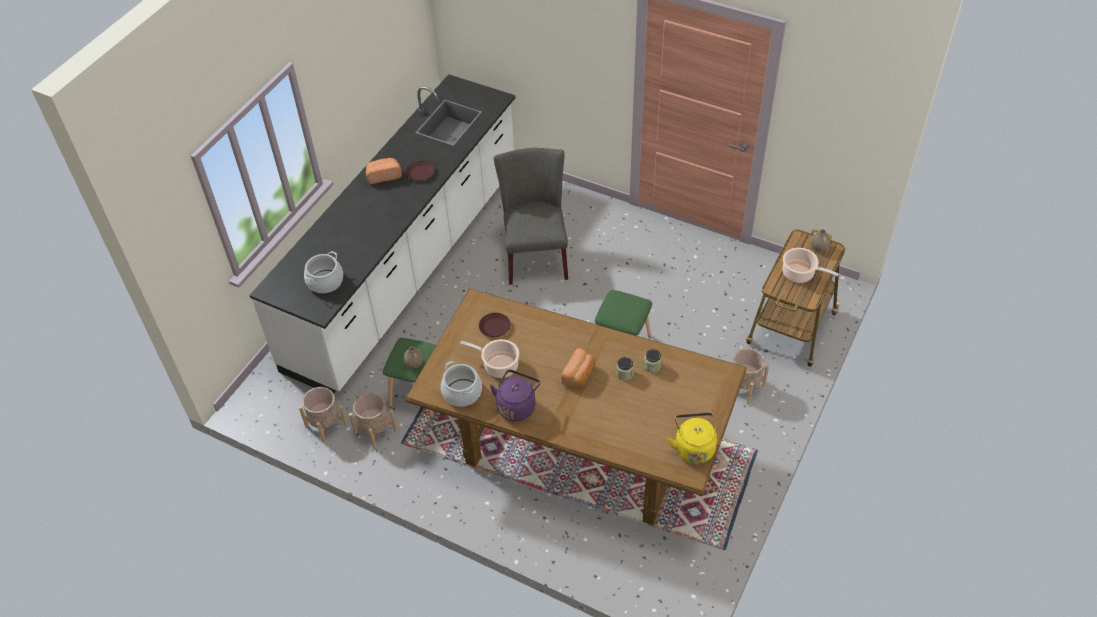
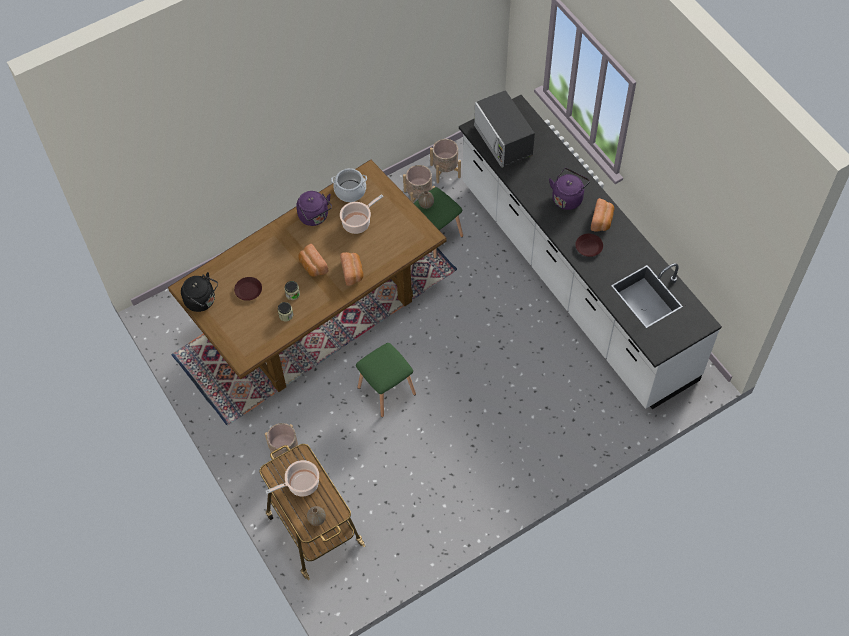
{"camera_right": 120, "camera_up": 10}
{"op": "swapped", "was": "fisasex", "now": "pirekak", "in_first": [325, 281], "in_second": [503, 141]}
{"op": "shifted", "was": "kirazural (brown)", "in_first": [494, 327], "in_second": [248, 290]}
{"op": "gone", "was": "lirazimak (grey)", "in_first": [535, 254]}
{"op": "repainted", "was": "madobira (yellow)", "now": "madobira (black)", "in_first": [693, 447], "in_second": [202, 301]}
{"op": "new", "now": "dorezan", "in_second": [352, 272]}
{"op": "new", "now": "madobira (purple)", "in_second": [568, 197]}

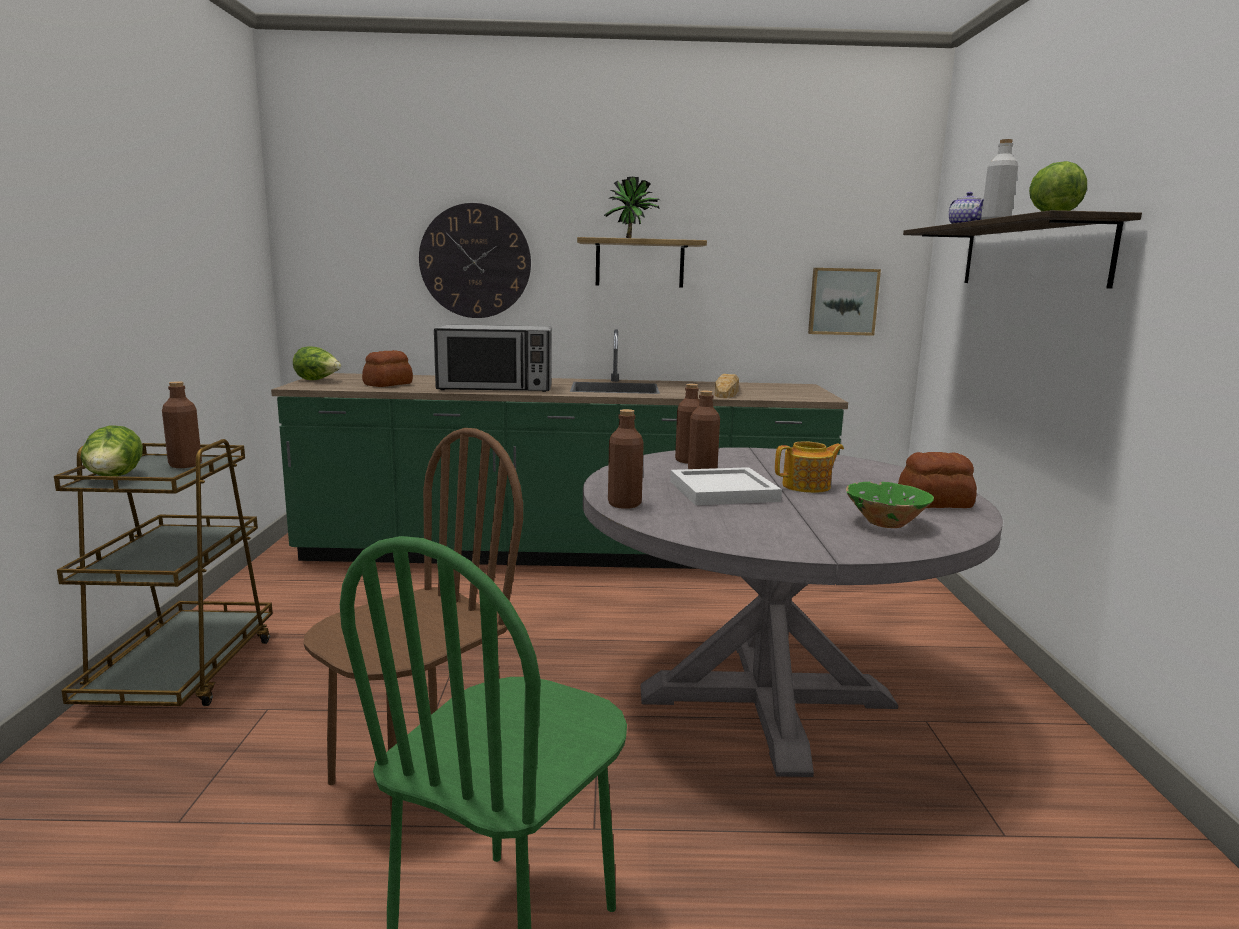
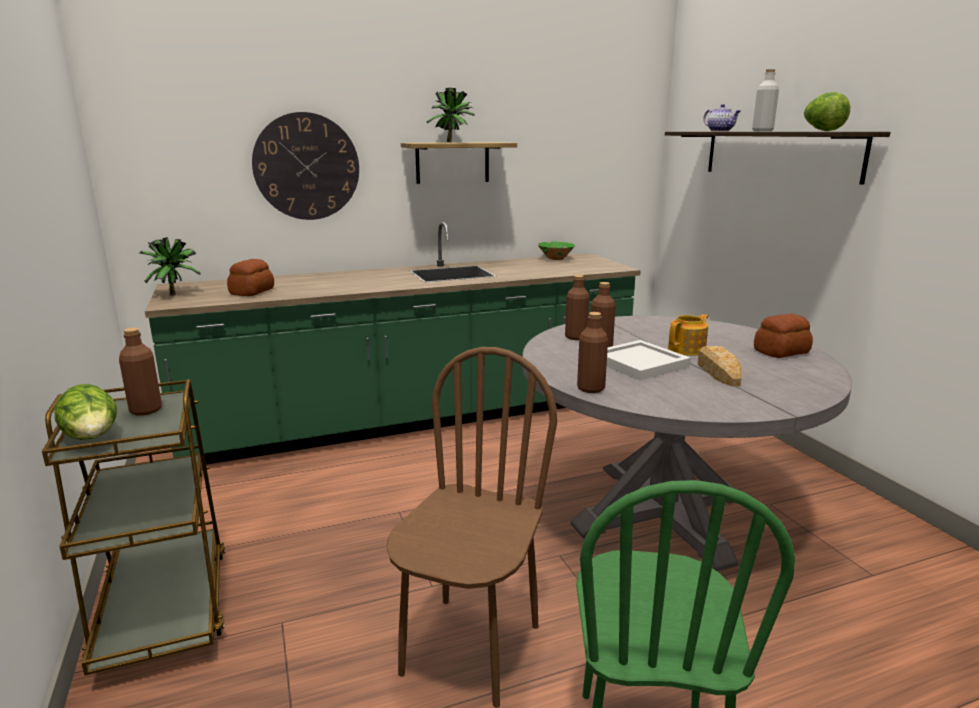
{"camera_right": -20, "camera_up": 5}
{"op": "swapped", "was": "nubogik", "now": "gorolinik", "in_first": [318, 380], "in_second": [174, 294]}
{"op": "gone", "was": "pirekak", "in_first": [495, 388]}
{"op": "shifted", "was": "dorezan", "in_first": [726, 393], "in_second": [718, 372]}
{"op": "gone", "was": "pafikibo", "in_first": [842, 301]}
{"op": "shifted", "was": "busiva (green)", "in_first": [886, 523], "in_second": [555, 259]}

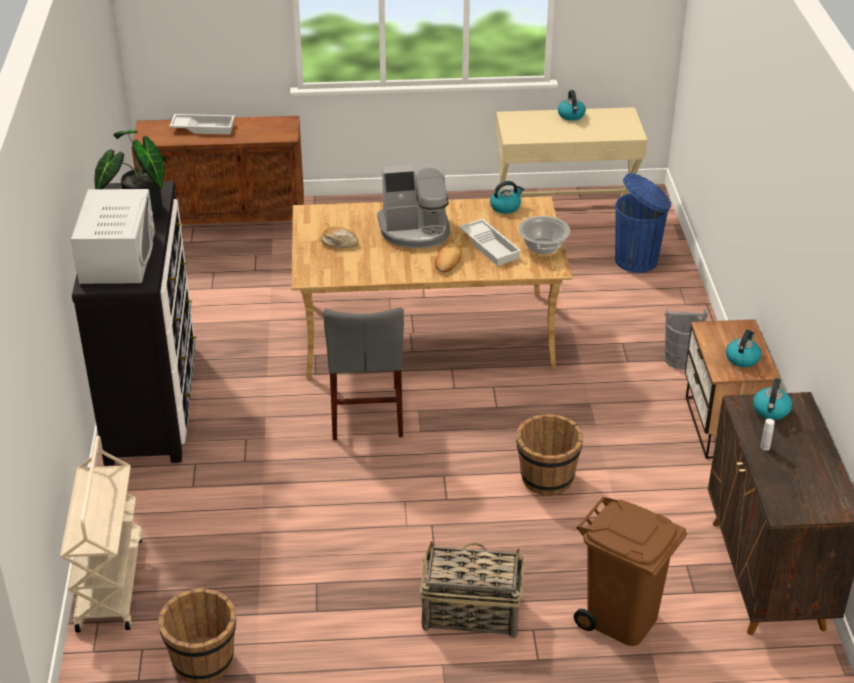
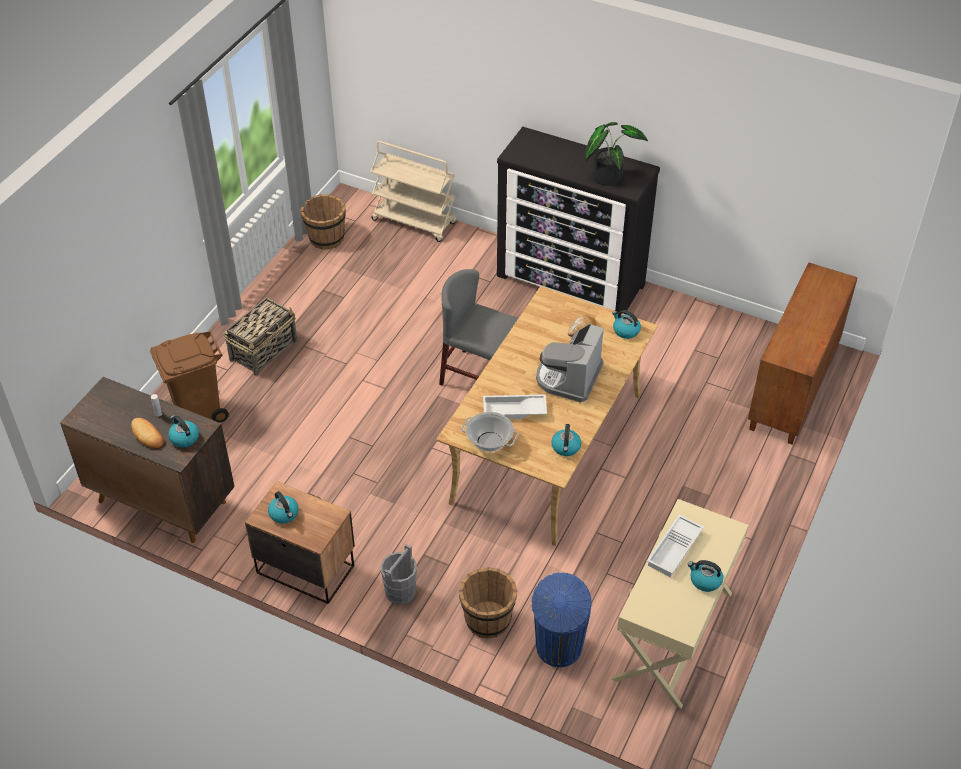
{"camera_right": 120, "camera_up": 10}
{"op": "gone", "was": "pirekak (white)", "in_first": [117, 257]}
{"op": "shifted", "was": "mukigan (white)", "in_first": [203, 127], "in_second": [675, 550]}
{"op": "shifted", "was": "dorezan", "in_first": [448, 260], "in_second": [147, 435]}
{"op": "shifted", "was": "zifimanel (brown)", "in_first": [546, 479], "in_second": [487, 619]}
{"op": "new", "now": "madobira", "in_second": [625, 330]}

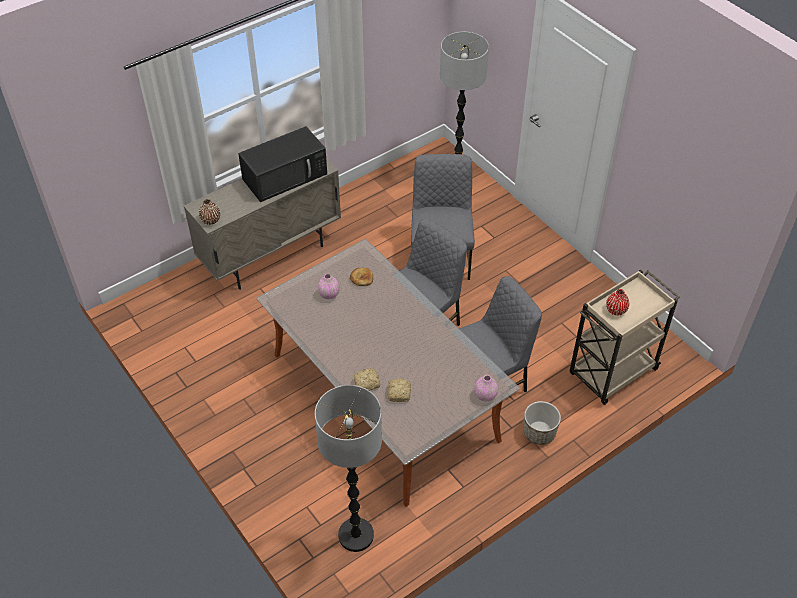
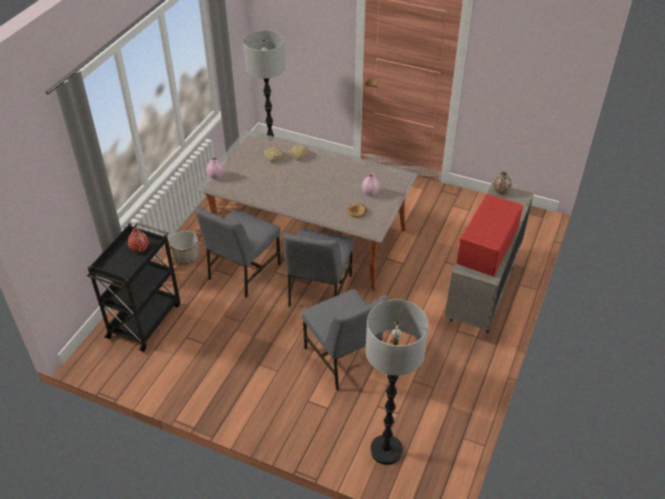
{"camera_right": 150, "camera_up": -5}
{"op": "repainted", "was": "pirekak (black)", "now": "pirekak (red)", "in_first": [285, 176], "in_second": [487, 247]}
{"op": "repainted", "was": "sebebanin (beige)", "now": "sebebanin (black)", "in_first": [612, 373], "in_second": [145, 319]}

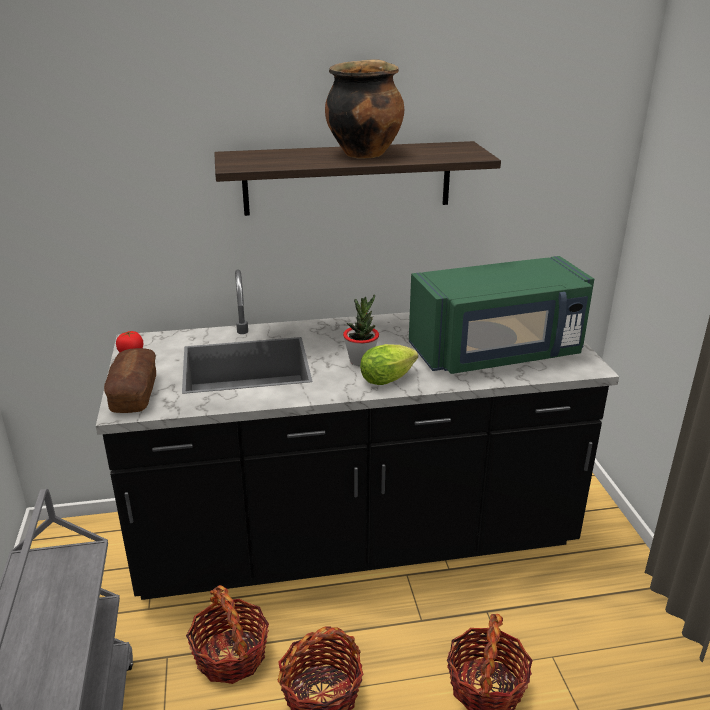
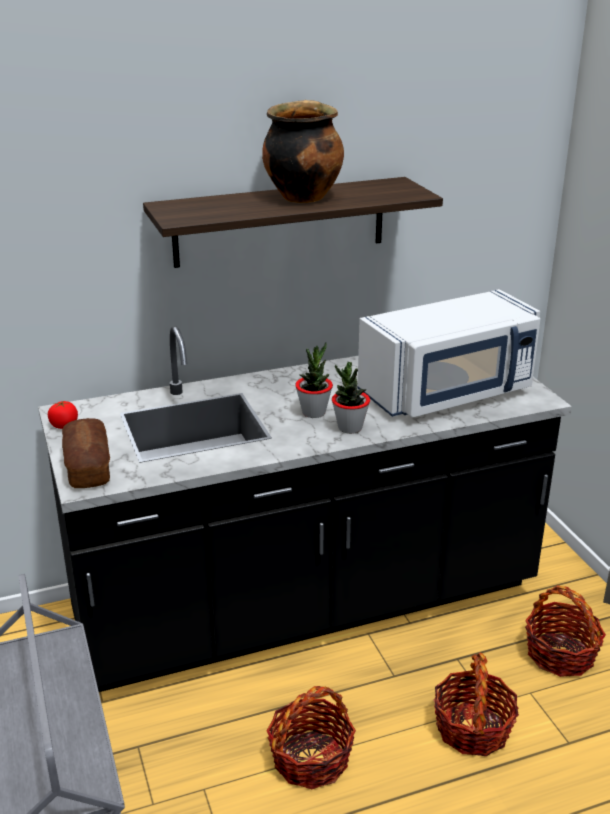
{"camera_right": -10, "camera_up": 0}
{"op": "shifted", "was": "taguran", "in_first": [231, 655], "in_second": [560, 654]}
{"op": "swapped", "was": "nubogik", "now": "gorolinik", "in_first": [390, 378], "in_second": [350, 428]}
{"op": "repainted", "was": "pirekak (green)", "now": "pirekak (white)", "in_first": [498, 353], "in_second": [449, 393]}

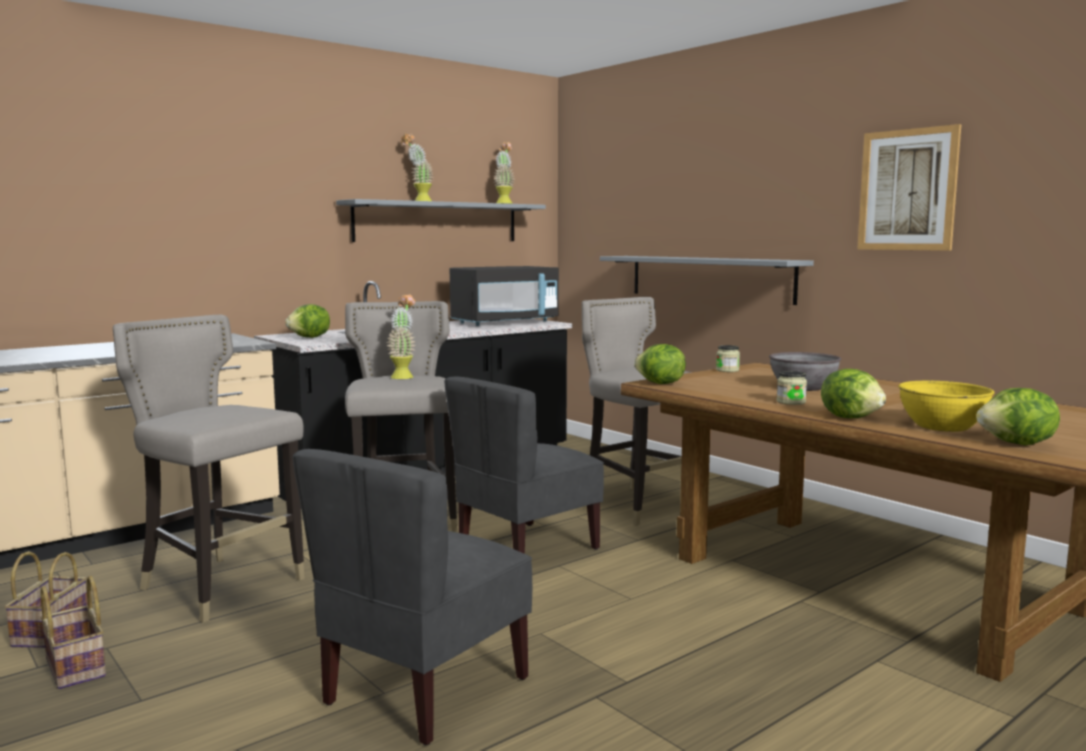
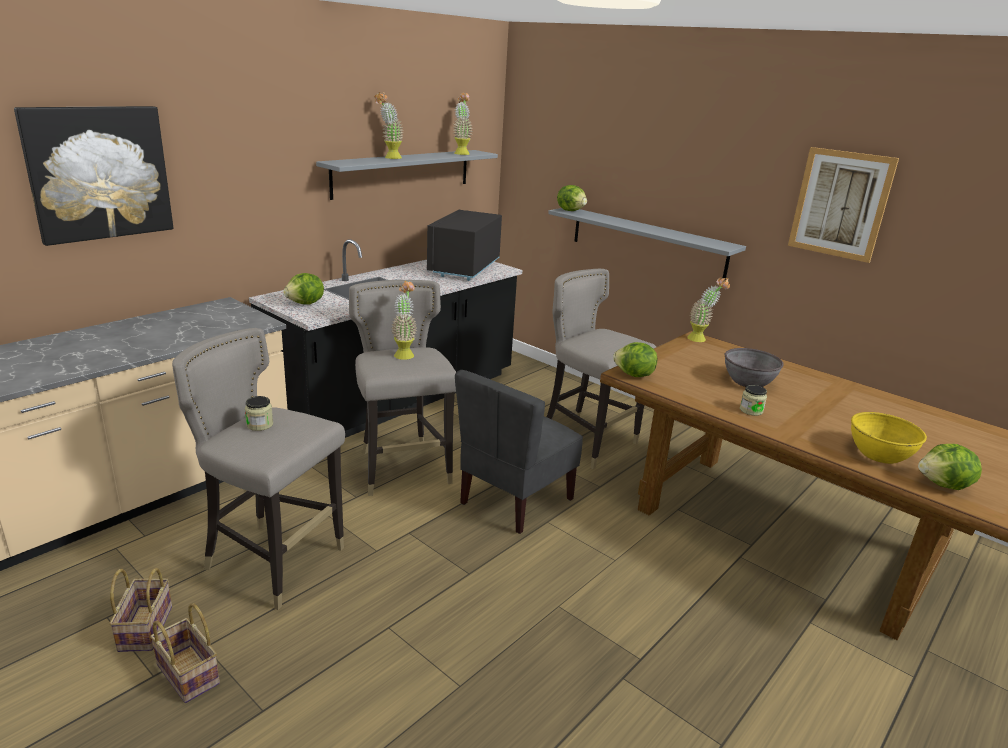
{"camera_right": -10, "camera_up": 15}
{"op": "gone", "was": "lirazimak (grey)", "in_first": [424, 690]}
{"op": "rotated", "was": "pirekak (black)", "in_first": [505, 322], "in_second": [464, 268], "clockwise": 150}
{"op": "shifted", "was": "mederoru", "in_first": [727, 370], "in_second": [260, 425]}
{"op": "shifted", "was": "nubogik", "in_first": [851, 418], "in_second": [571, 211]}
{"op": "new", "now": "pafikibo", "in_second": [99, 173]}
{"op": "new", "now": "gorolinik", "in_second": [701, 339]}

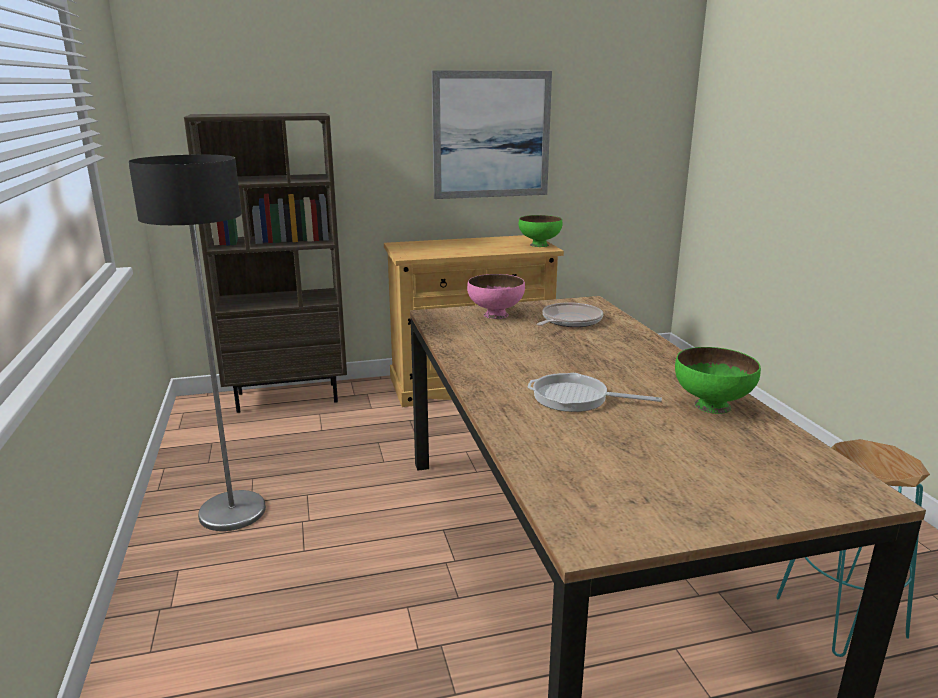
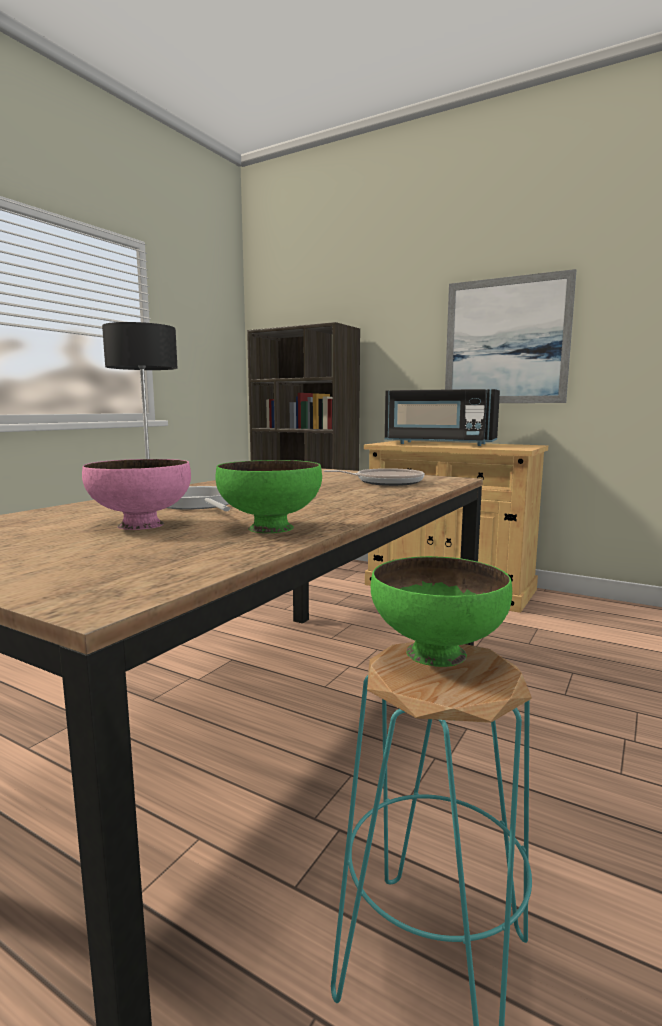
{"camera_right": 45, "camera_up": -10}
{"op": "shifted", "was": "busiva (pink)", "in_first": [495, 314], "in_second": [142, 525]}
{"op": "shifted", "was": "busiva (green)", "in_first": [540, 245], "in_second": [438, 653]}
{"op": "new", "now": "pirekak (black)", "in_second": [439, 444]}

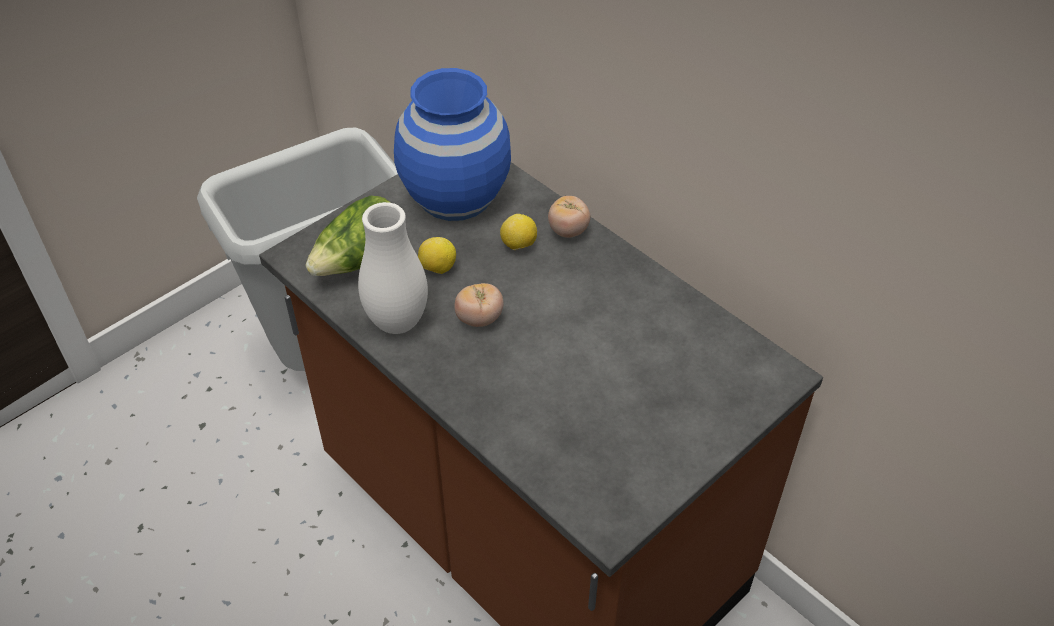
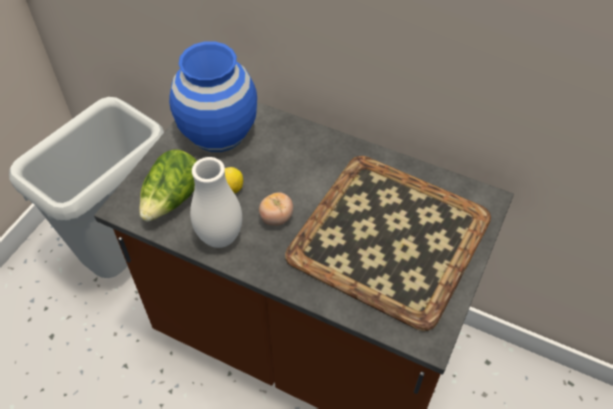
{"camera_right": -20, "camera_up": 5}
{"op": "gone", "was": "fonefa", "in_first": [518, 245]}
{"op": "gone", "was": "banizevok", "in_first": [568, 230]}
{"op": "new", "now": "mukigan", "in_second": [387, 238]}

